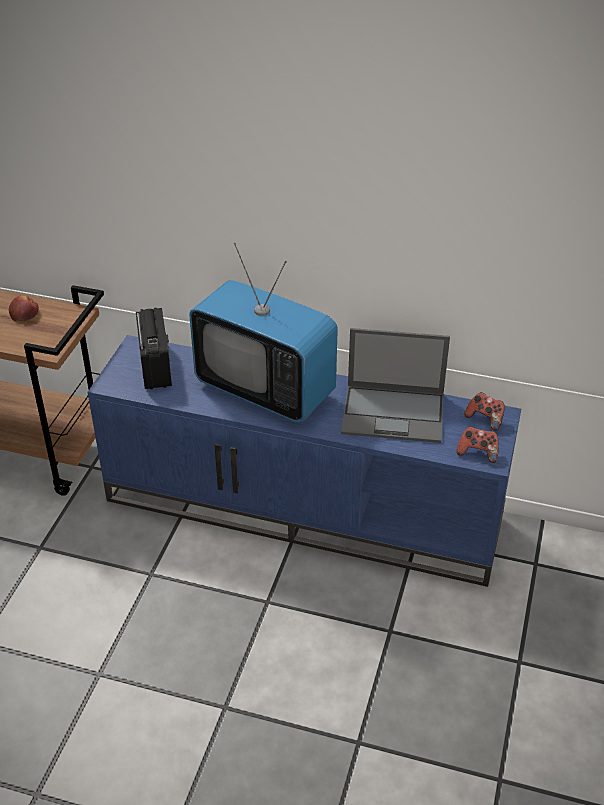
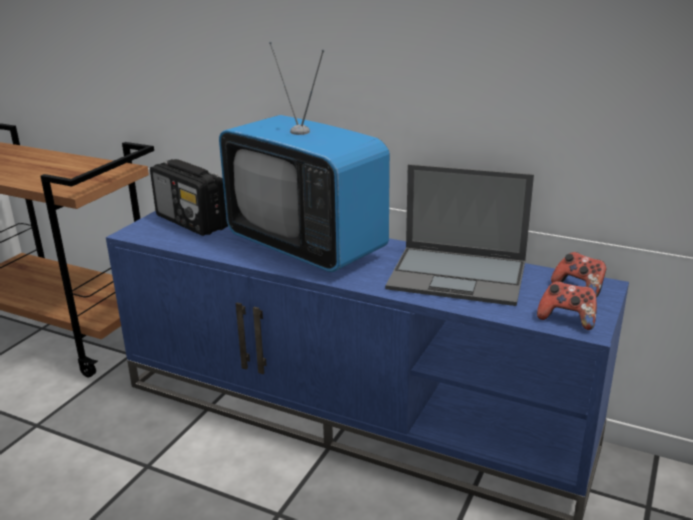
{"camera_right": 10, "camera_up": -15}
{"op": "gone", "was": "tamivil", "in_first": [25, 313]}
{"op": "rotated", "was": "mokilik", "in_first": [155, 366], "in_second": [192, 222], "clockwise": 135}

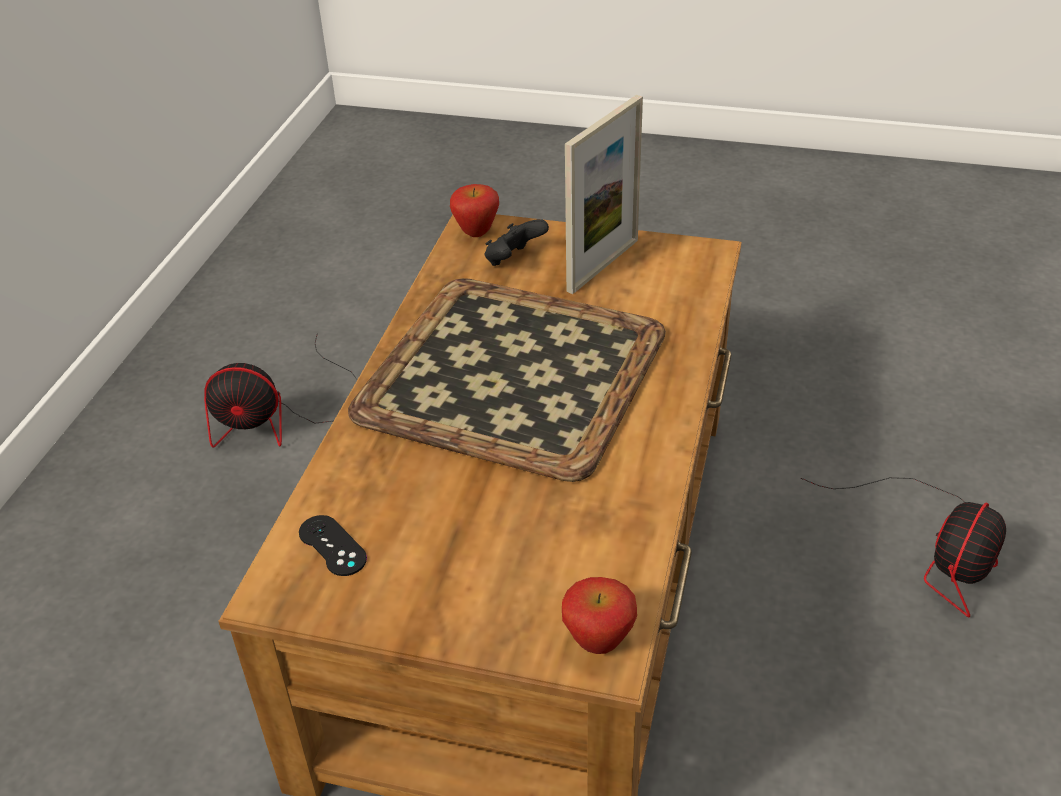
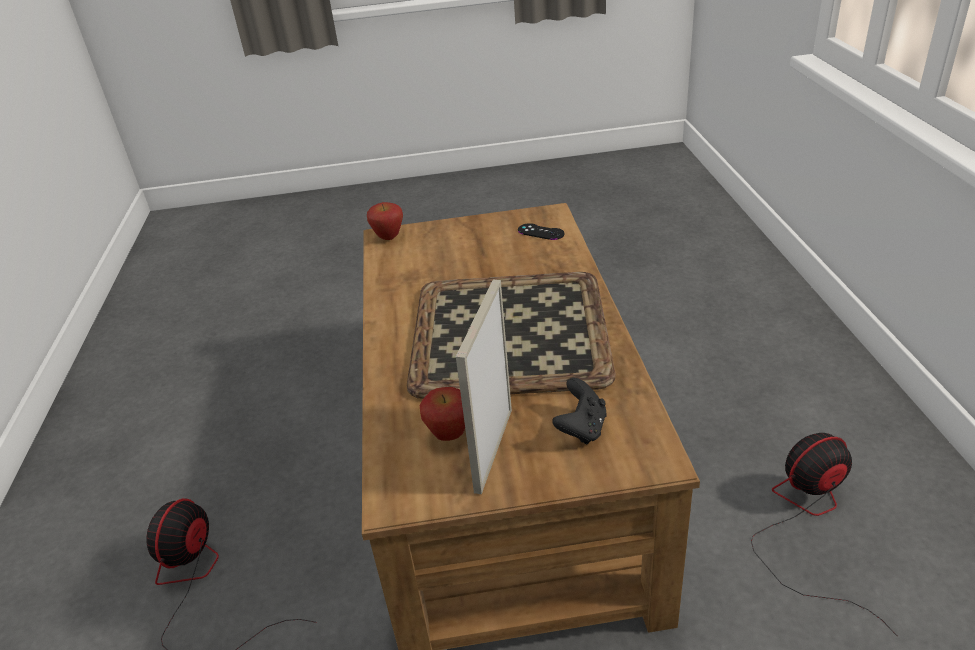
{"camera_right": 160, "camera_up": -5}
{"op": "shifted", "was": "tamivil", "in_first": [476, 233], "in_second": [449, 435]}

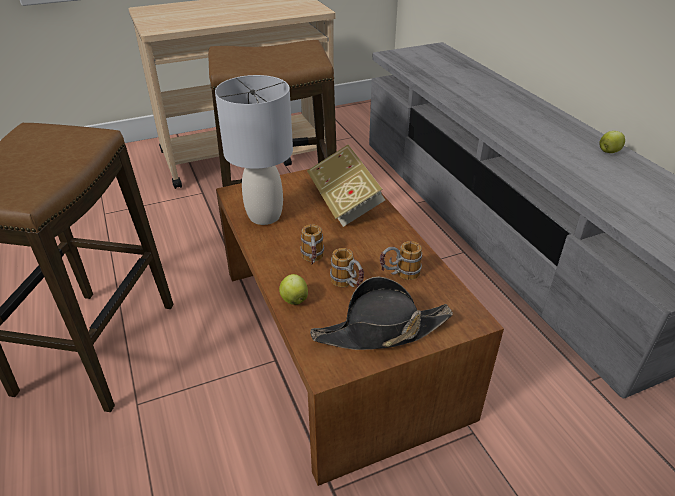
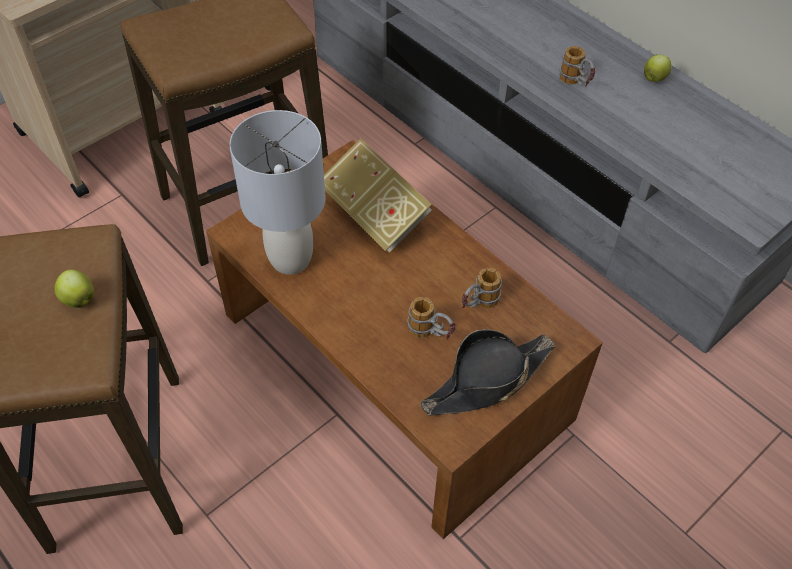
{"camera_right": -20, "camera_up": 15}
{"op": "shifted", "was": "tamivil", "in_first": [294, 299], "in_second": [78, 299]}
{"op": "shifted", "was": "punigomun", "in_first": [313, 261], "in_second": [576, 84]}

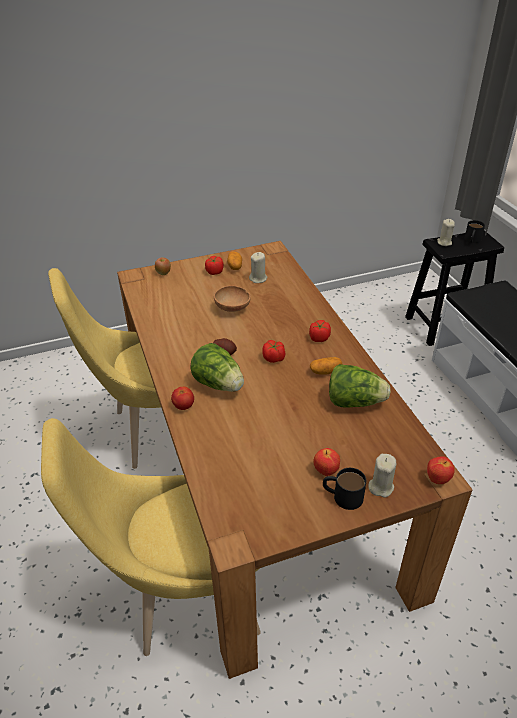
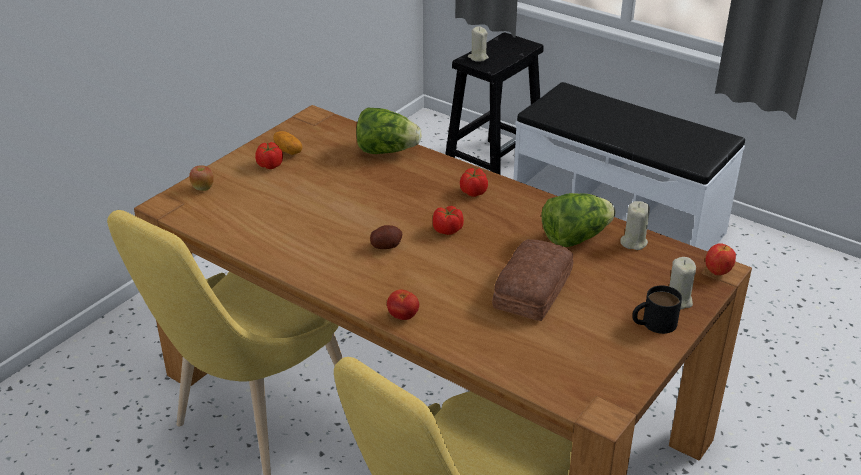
{"camera_right": -35, "camera_up": -5}
{"op": "shifted", "was": "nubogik", "in_first": [219, 384], "in_second": [386, 151]}
{"op": "gone", "was": "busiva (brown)", "in_first": [233, 308]}
{"op": "shifted", "was": "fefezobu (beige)", "in_first": [258, 278], "in_second": [633, 242]}
{"op": "gone", "was": "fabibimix", "in_first": [325, 371]}
{"op": "gone", "was": "tamivil", "in_first": [325, 471]}
{"op": "gone", "was": "punigomun (black)", "in_first": [472, 240]}
{"op": "new", "now": "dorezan", "in_second": [530, 289]}

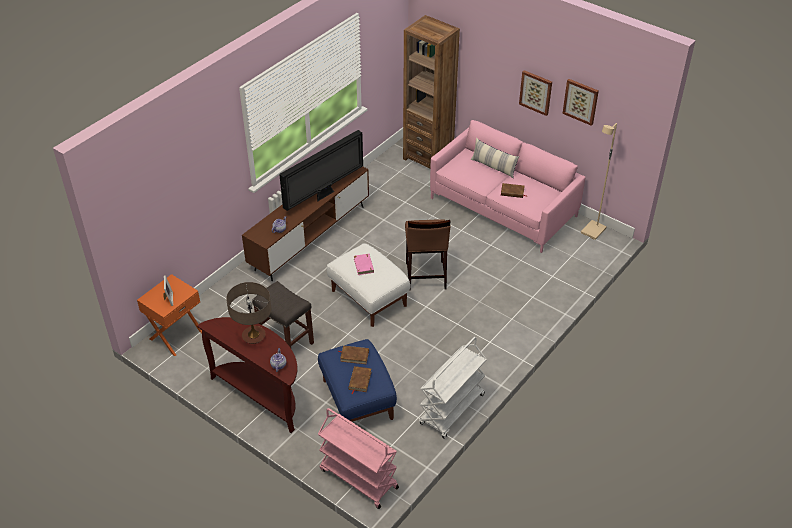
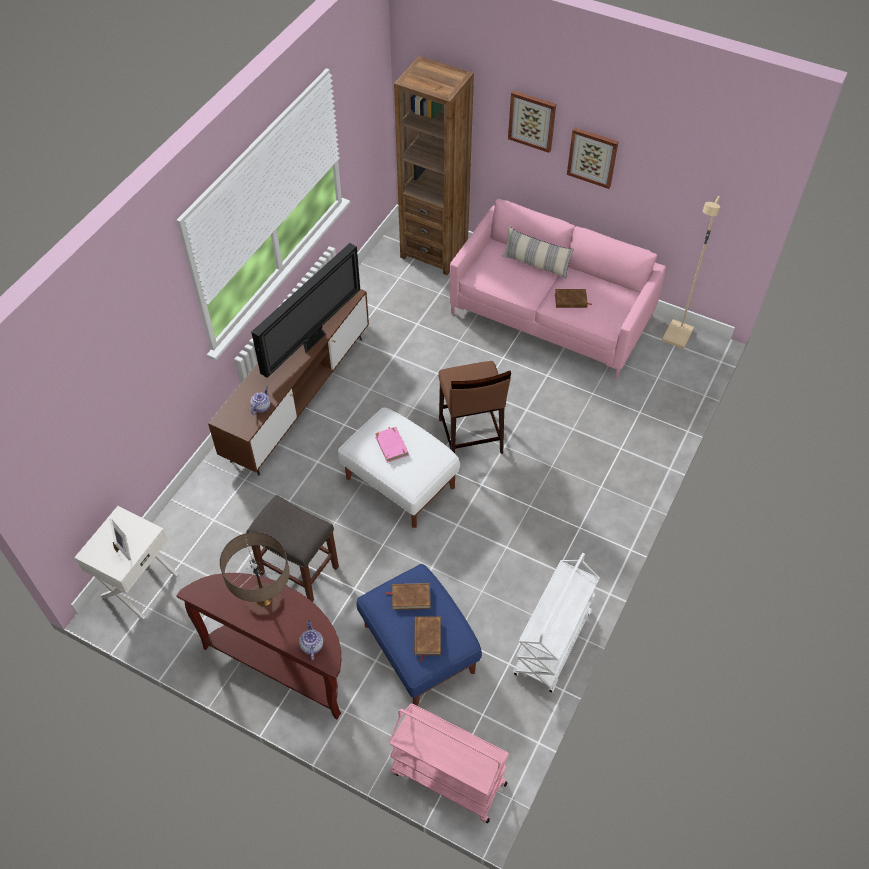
{"camera_right": -10, "camera_up": 10}
{"op": "repainted", "was": "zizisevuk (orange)", "now": "zizisevuk (white)", "in_first": [176, 335], "in_second": [138, 584]}
{"op": "shifted", "was": "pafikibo", "in_first": [581, 101], "in_second": [532, 120]}

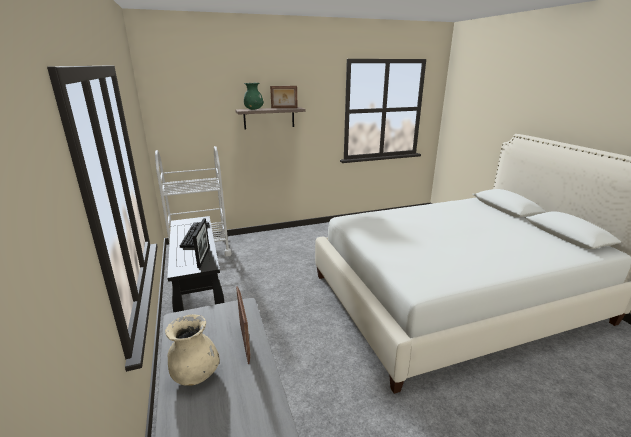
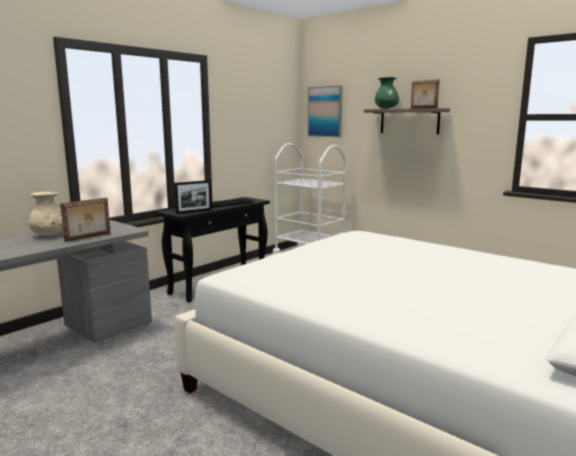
{"camera_right": 60, "camera_up": -10}
{"op": "new", "now": "pafikibo", "in_second": [325, 112]}

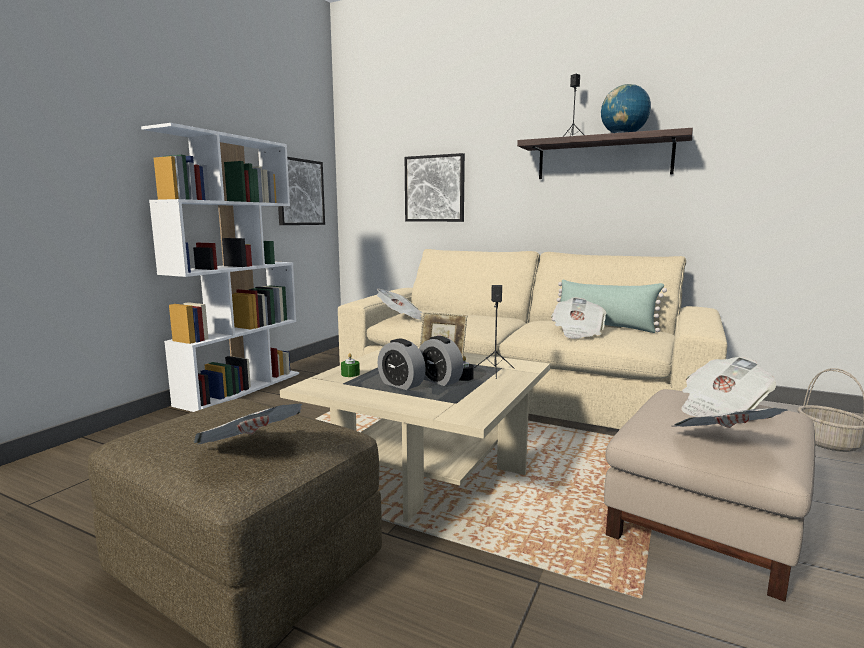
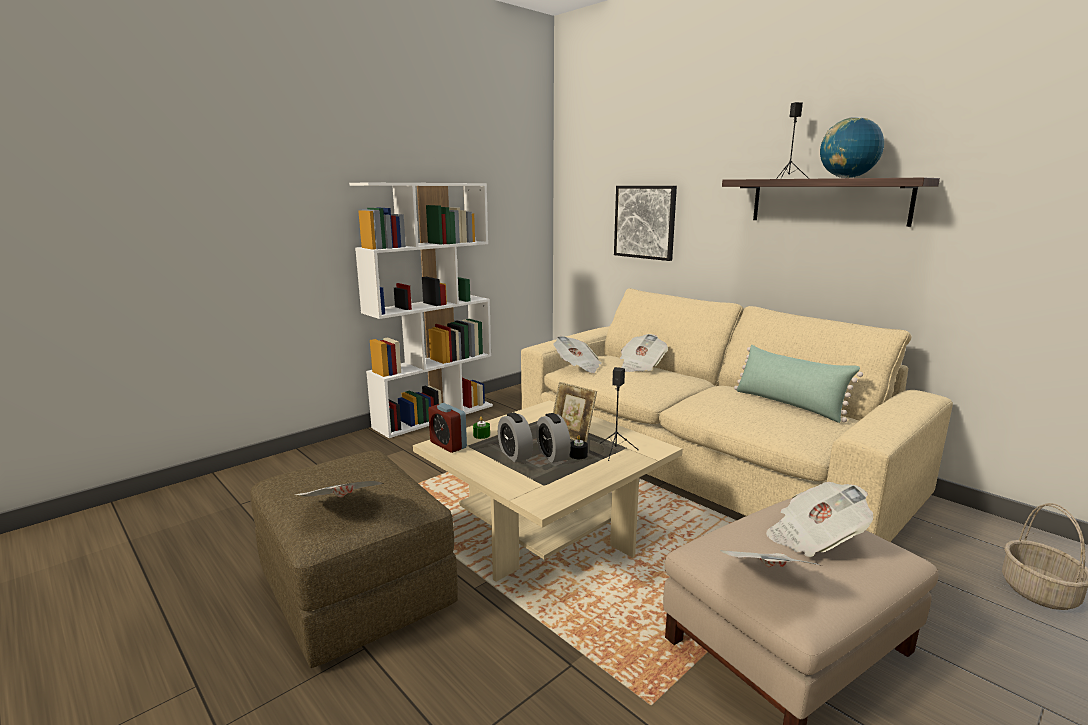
{"camera_right": 20, "camera_up": 5}
{"op": "gone", "was": "pafikibo", "in_first": [299, 192]}
{"op": "shifted", "was": "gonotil", "in_first": [577, 333], "in_second": [640, 366]}
{"op": "new", "now": "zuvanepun", "in_second": [448, 445]}

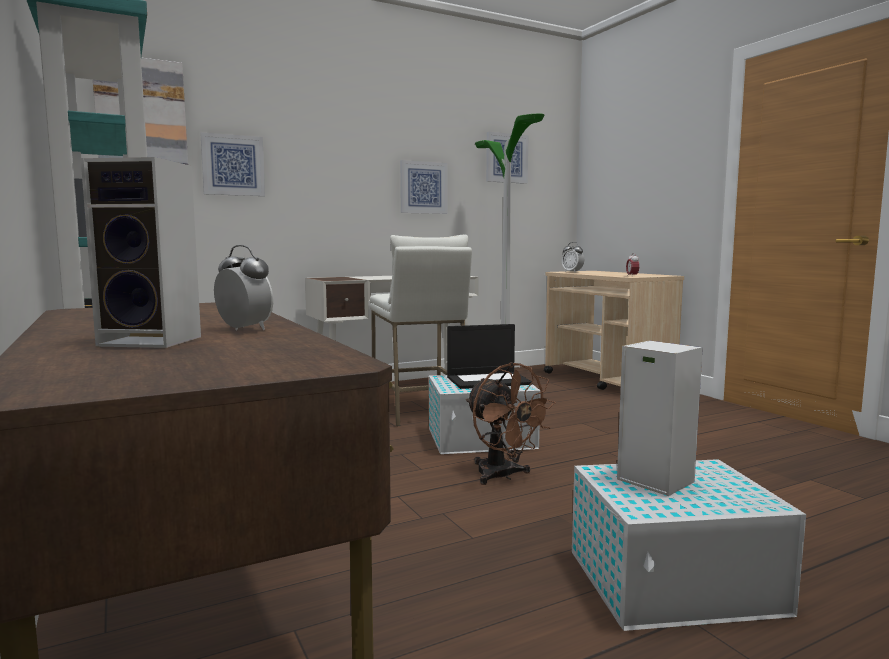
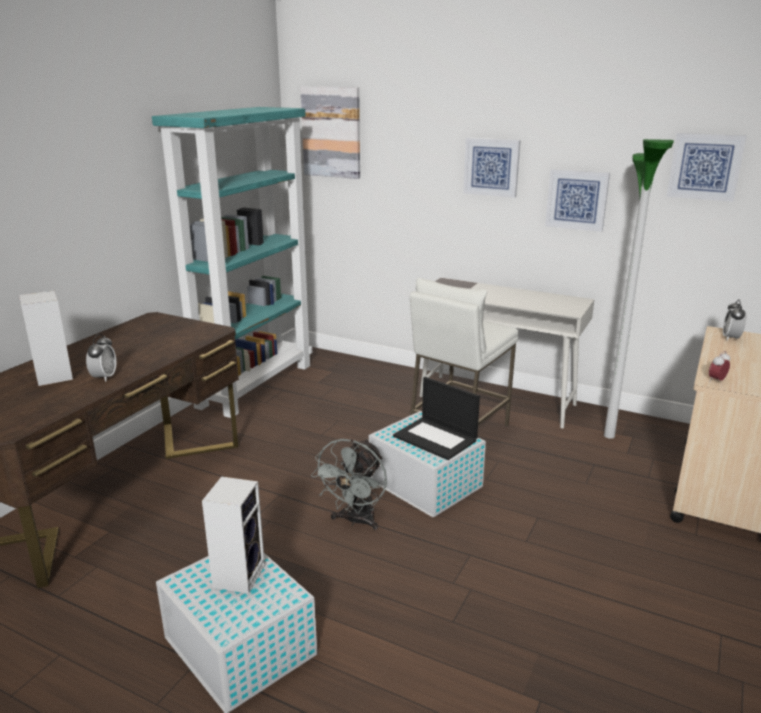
{"camera_right": 55, "camera_up": 15}
{"op": "shifted", "was": "pafikibo", "in_first": [233, 165], "in_second": [491, 167]}
{"op": "repainted", "was": "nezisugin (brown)", "now": "nezisugin (grey)", "in_first": [503, 476], "in_second": [355, 521]}

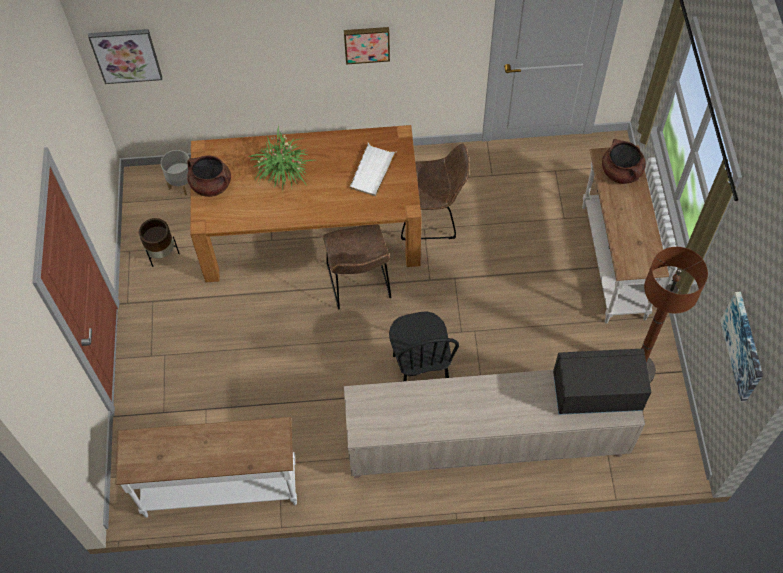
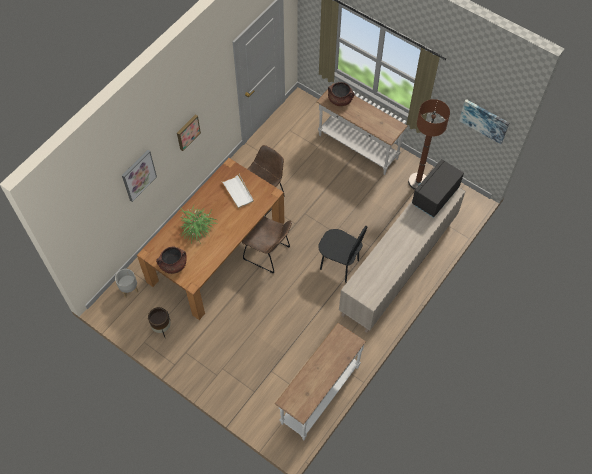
{"camera_right": -50, "camera_up": 0}
{"op": "shifted", "was": "pafikibo", "in_first": [126, 55], "in_second": [138, 175]}

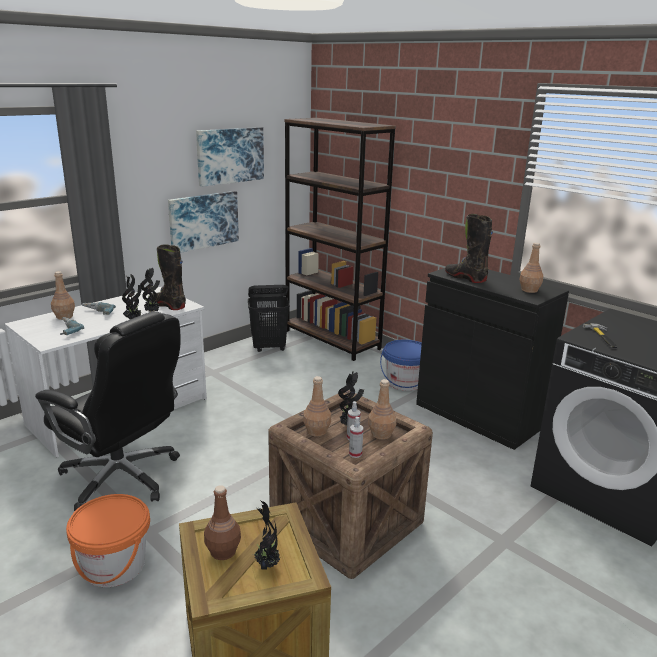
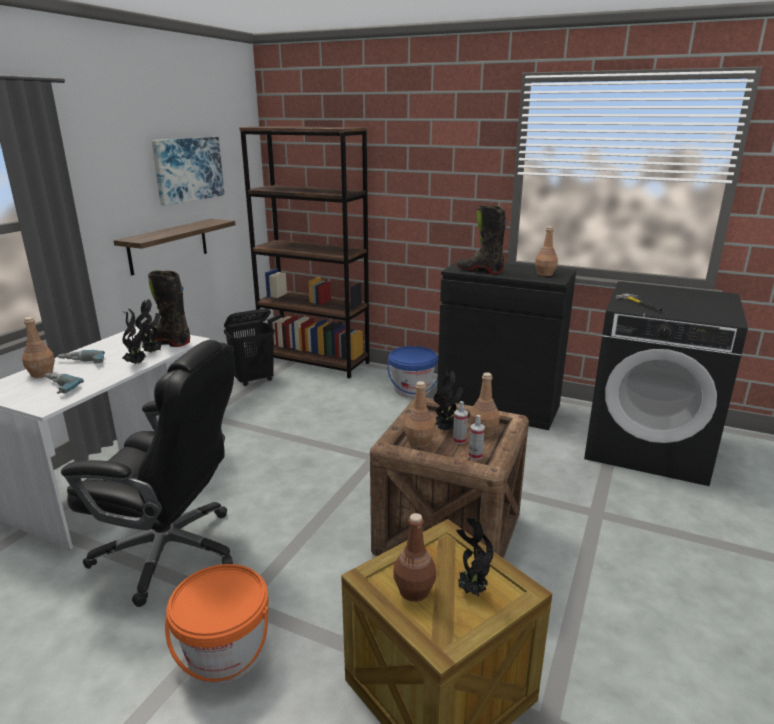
{"camera_right": -20, "camera_up": 0}
{"op": "swapped", "was": "pafikibo", "now": "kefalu", "in_first": [203, 221], "in_second": [168, 246]}

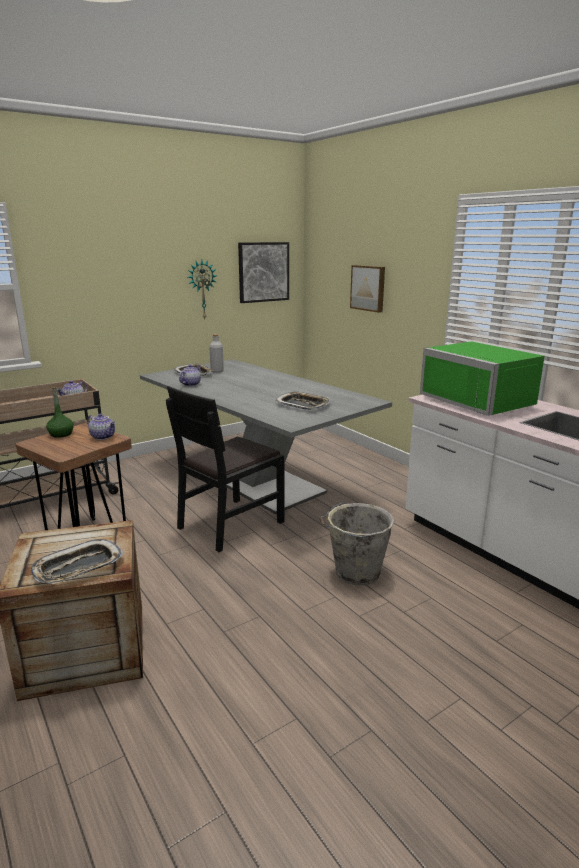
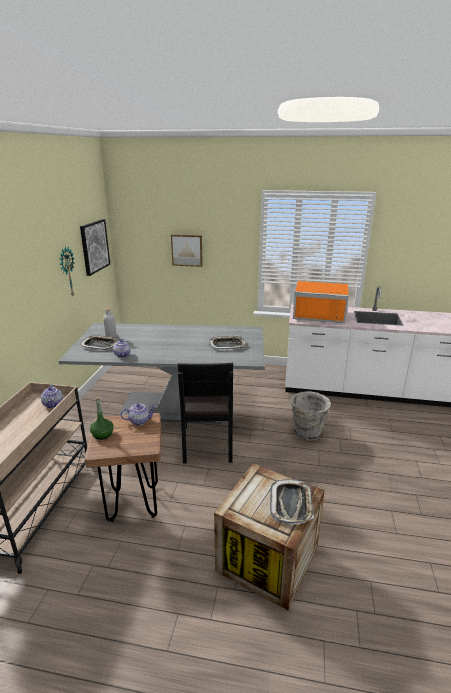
{"camera_right": -45, "camera_up": 5}
{"op": "repainted", "was": "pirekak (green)", "now": "pirekak (orange)", "in_first": [482, 401], "in_second": [319, 314]}

